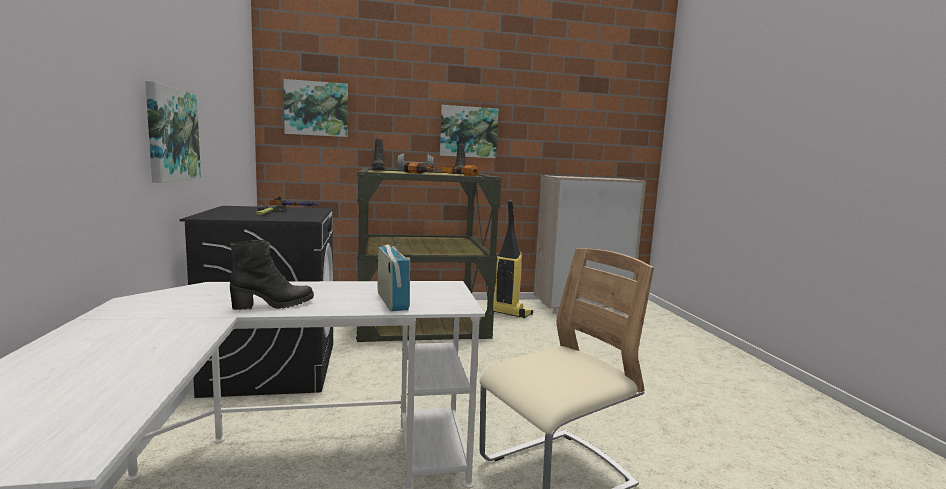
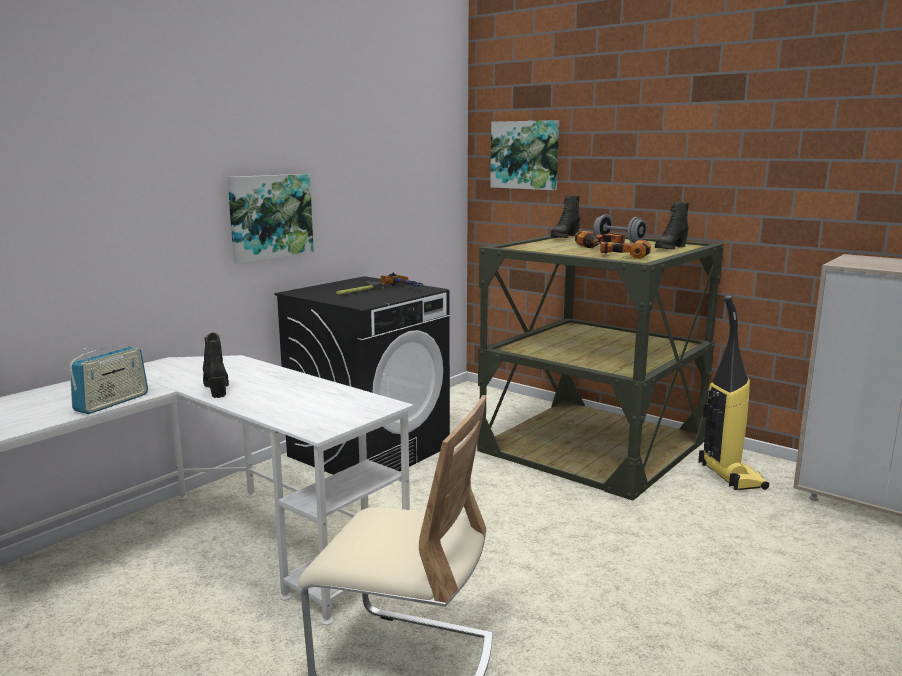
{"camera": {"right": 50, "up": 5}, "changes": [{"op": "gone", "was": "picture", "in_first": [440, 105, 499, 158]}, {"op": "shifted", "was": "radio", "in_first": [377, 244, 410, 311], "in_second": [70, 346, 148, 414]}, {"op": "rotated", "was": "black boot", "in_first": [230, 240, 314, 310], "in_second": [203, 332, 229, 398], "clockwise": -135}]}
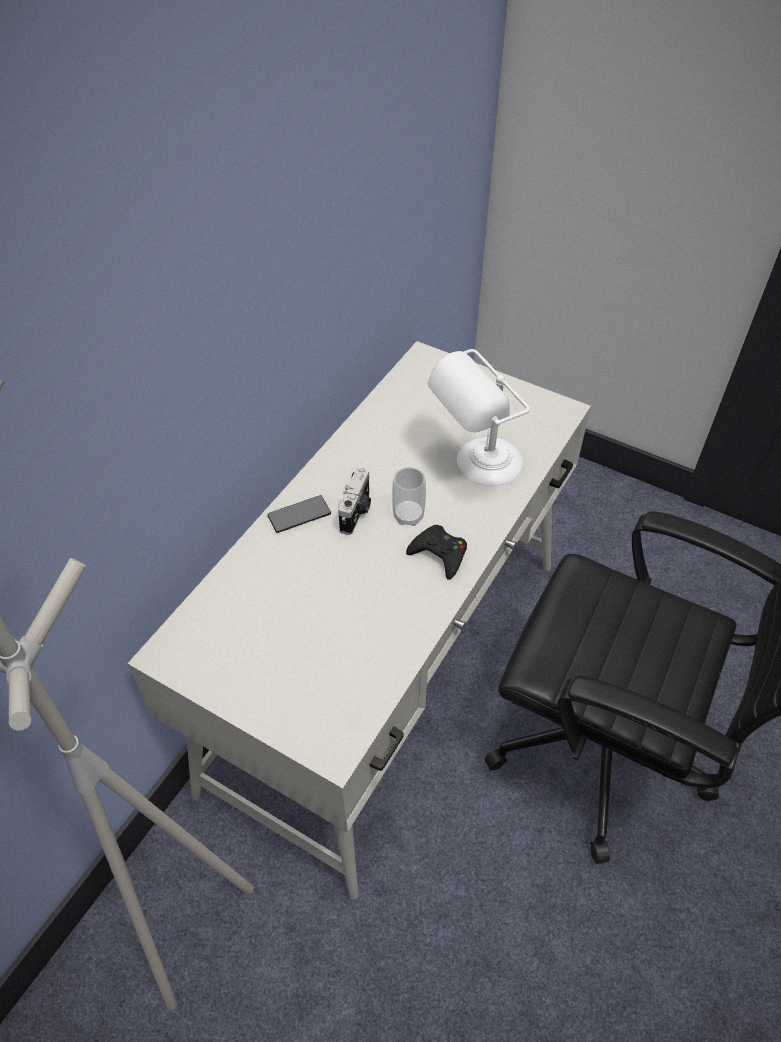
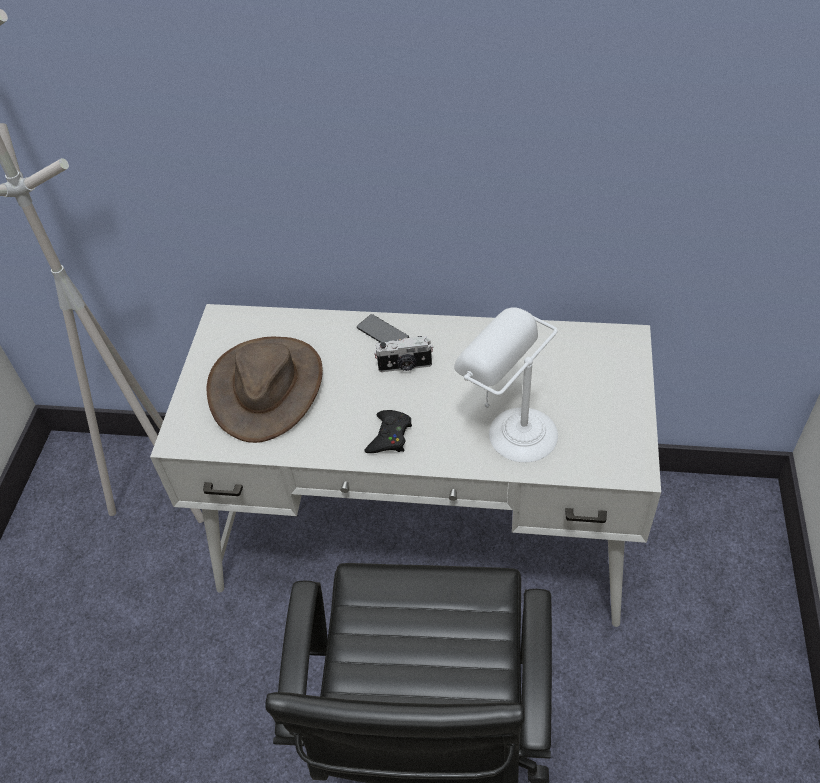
{"camera": {"right": 70, "up": 0}, "changes": [{"op": "gone", "was": "cup", "in_first": [392, 467, 426, 526]}, {"op": "new", "now": "brown hat", "in_second": [207, 337, 323, 443]}]}
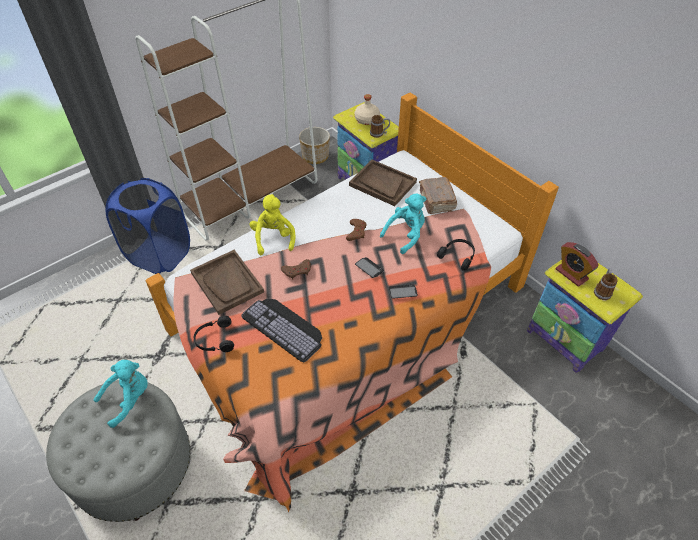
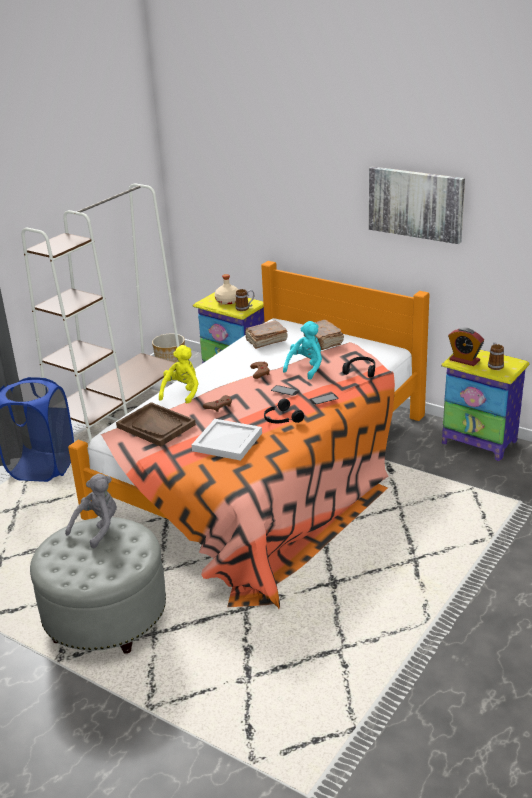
{"camera": {"right": -15, "up": -20}, "changes": [{"op": "new", "now": "picture", "in_second": [369, 167, 465, 244]}, {"op": "shifted", "was": "black headphones", "in_first": [194, 316, 234, 352], "in_second": [264, 399, 304, 423]}, {"op": "swapped", "was": "keyboard", "now": "white tray", "in_first": [241, 299, 322, 362], "in_second": [191, 419, 262, 461]}, {"op": "swapped", "was": "brown tray", "now": "brown book", "in_first": [349, 160, 417, 206], "in_second": [245, 320, 288, 349]}, {"op": "repainted", "was": "turquoise plush toy", "now": "grey plush toy", "in_first": [93, 360, 148, 428], "in_second": [65, 473, 117, 548]}, {"op": "rotated", "was": "yellow plush toy", "in_first": [249, 194, 296, 255], "in_second": [159, 345, 199, 403], "clockwise": 45}]}
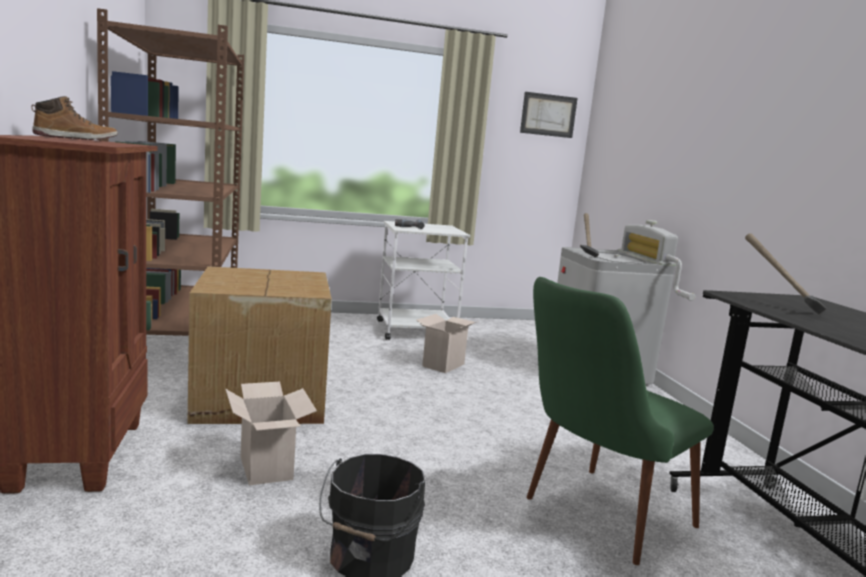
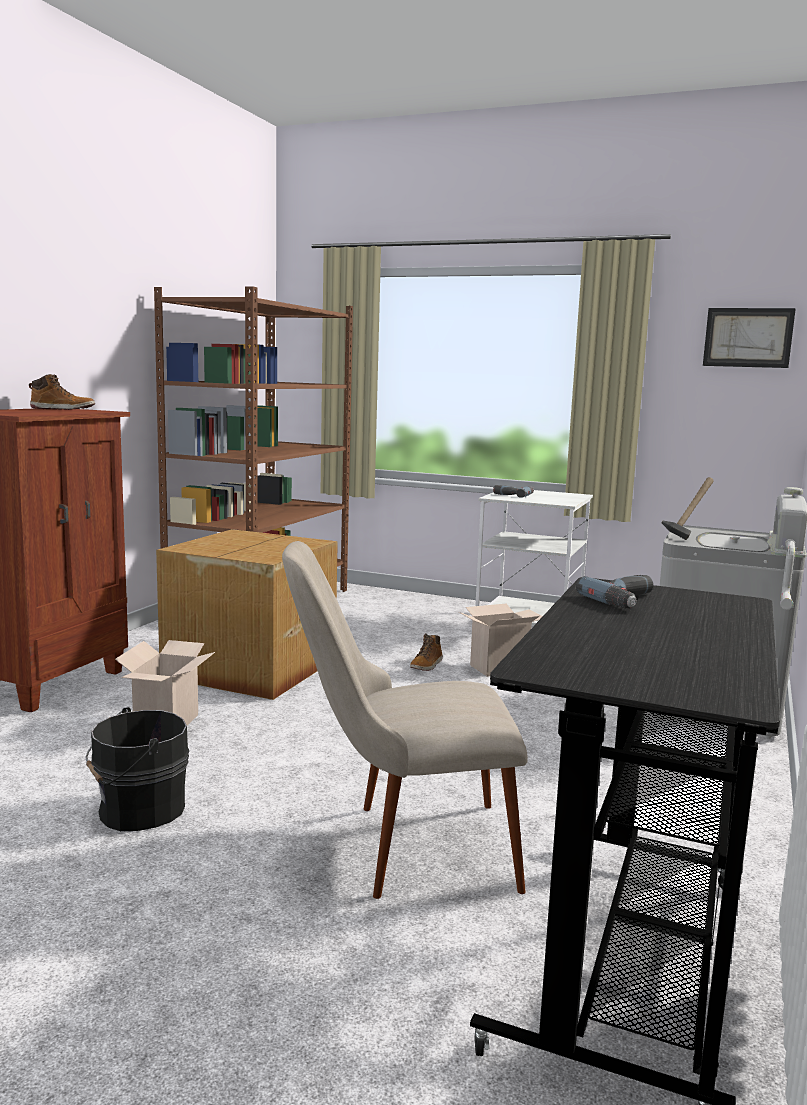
{"camera": {"right": 35, "up": 0}, "changes": [{"op": "new", "now": "boot", "in_second": [410, 633, 443, 671]}, {"op": "swapped", "was": "hammer", "now": "power drill", "in_first": [745, 233, 826, 314], "in_second": [576, 575, 653, 609]}, {"op": "repainted", "was": "green chair", "now": "beige chair", "in_first": [527, 277, 714, 565], "in_second": [282, 541, 528, 899]}]}
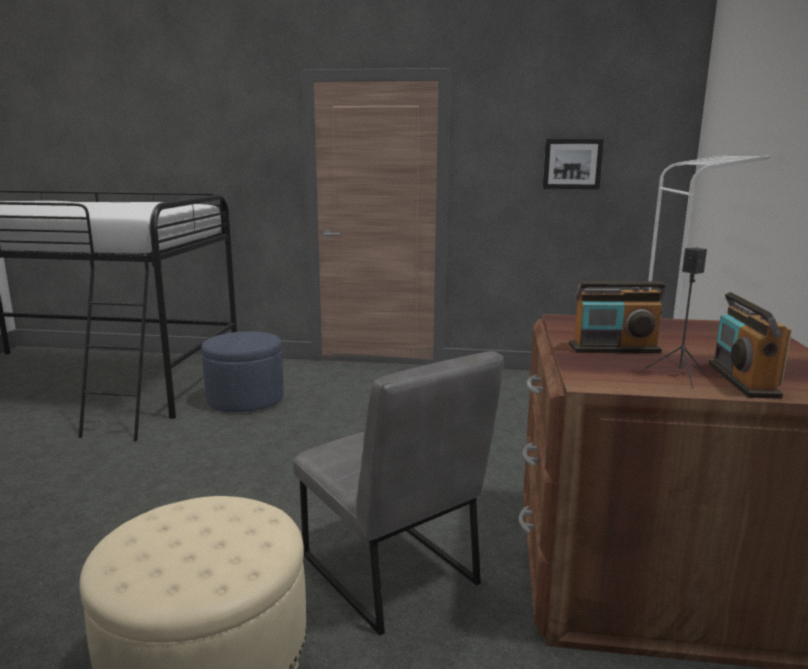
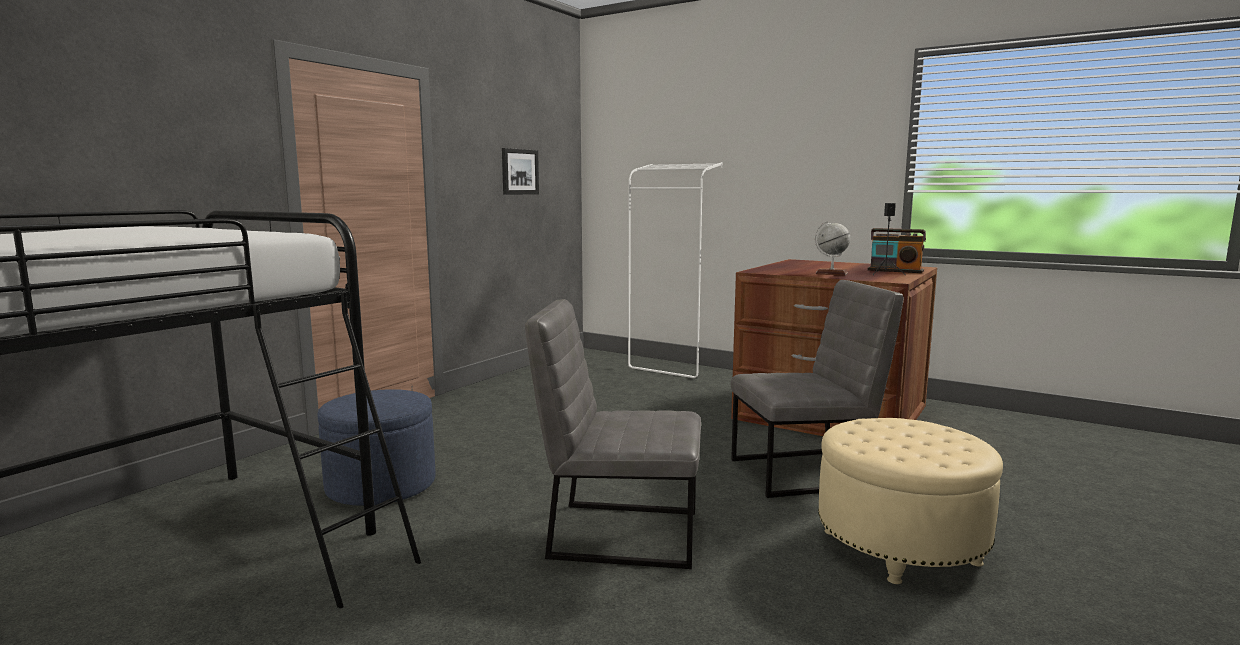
{"camera": {"right": -65, "up": -5}, "changes": [{"op": "new", "now": "grey chair", "in_second": [525, 299, 701, 569]}, {"op": "swapped", "was": "radio", "now": "globe", "in_first": [569, 281, 666, 353], "in_second": [815, 221, 850, 276]}]}
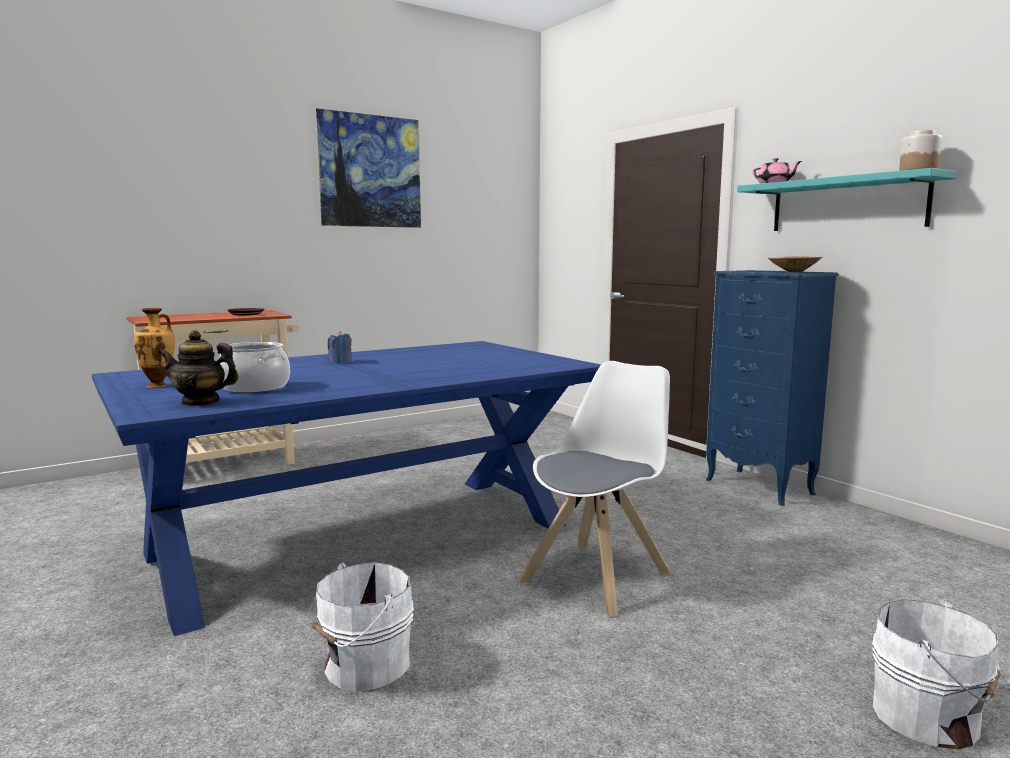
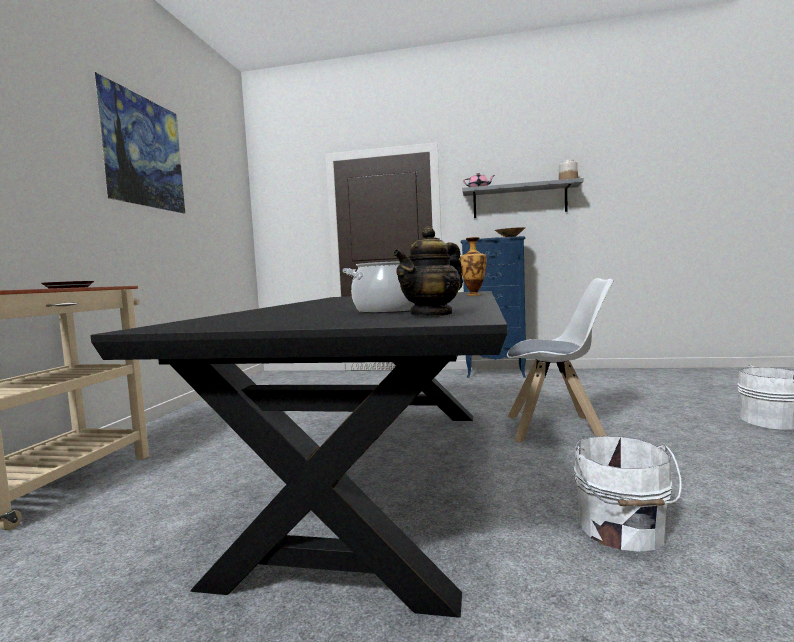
{"camera": {"right": -45, "up": -5}, "changes": [{"op": "gone", "was": "blue candle", "in_first": [328, 331, 352, 364]}, {"op": "shifted", "was": "vase", "in_first": [134, 308, 175, 388], "in_second": [460, 237, 487, 296]}, {"op": "repainted", "was": "blue dining table", "now": "black dining table", "in_first": [92, 341, 601, 636], "in_second": [90, 291, 507, 618]}, {"op": "repainted", "was": "turquoise shelf", "now": "grey shelf", "in_first": [737, 168, 957, 231], "in_second": [462, 178, 583, 218]}, {"op": "rotated", "was": "chair", "in_first": [519, 361, 670, 617], "in_second": [507, 278, 614, 442], "clockwise": 105}]}
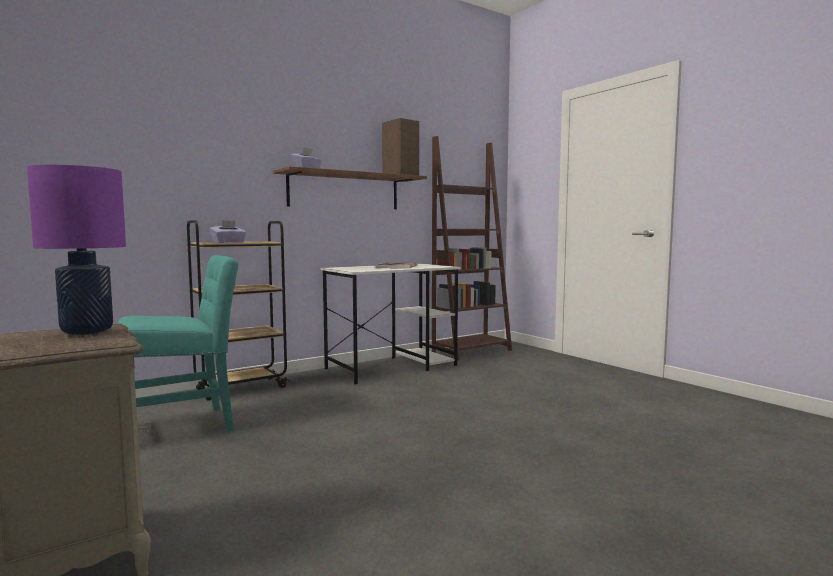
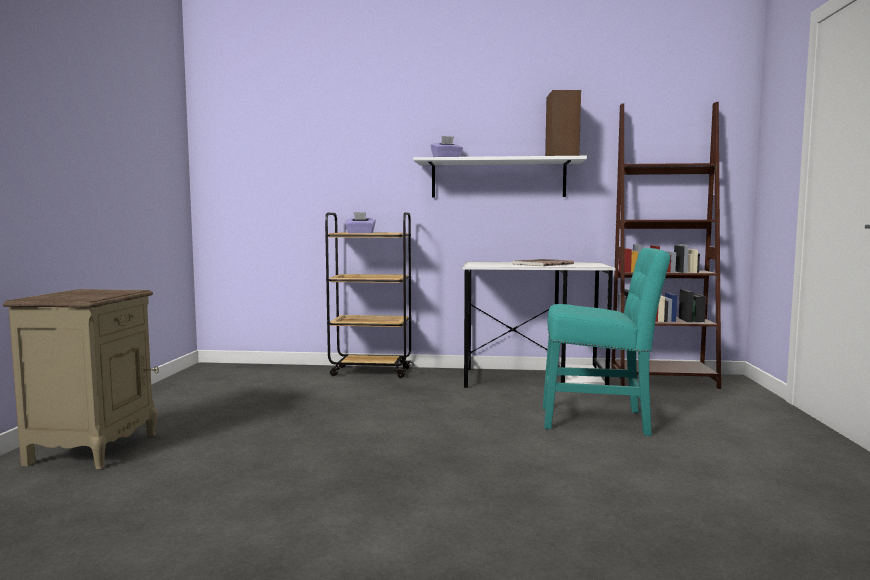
{"camera": {"right": 40, "up": 0}, "changes": [{"op": "gone", "was": "purple table lamp", "in_first": [27, 164, 126, 335]}, {"op": "shifted", "was": "turquoise chair", "in_first": [117, 255, 238, 431], "in_second": [543, 248, 671, 436]}, {"op": "repainted", "was": "brown shelf", "now": "white shelf", "in_first": [273, 166, 427, 209], "in_second": [413, 156, 587, 198]}]}
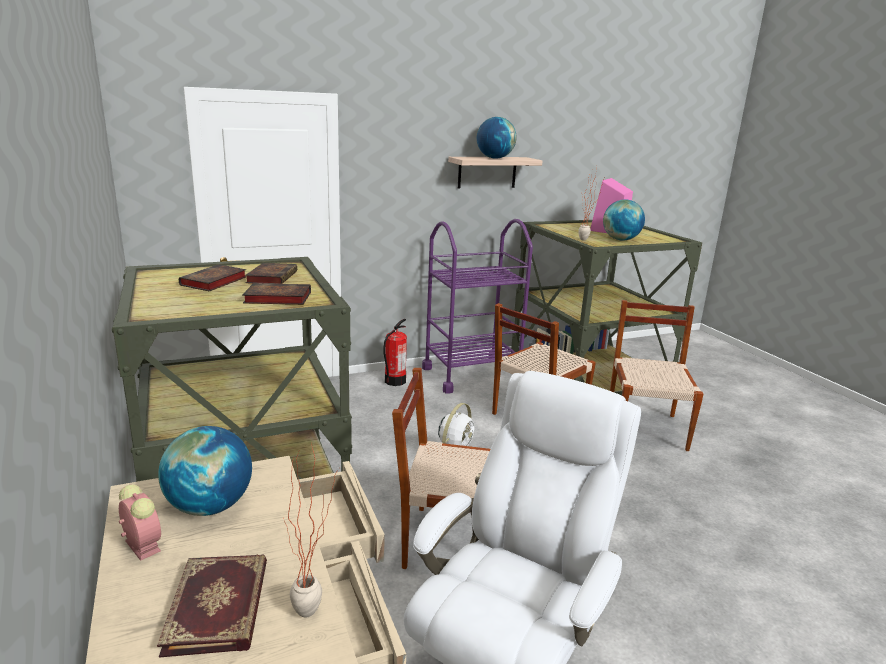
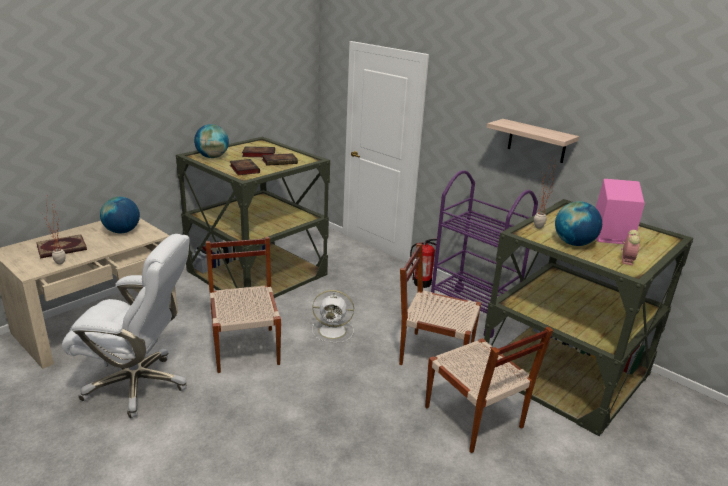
{"camera": {"right": 65, "up": 5}, "changes": [{"op": "shifted", "was": "alarm clock", "in_first": [119, 484, 161, 561], "in_second": [621, 230, 640, 266]}, {"op": "shifted", "was": "globe", "in_first": [477, 117, 517, 159], "in_second": [194, 124, 229, 158]}, {"op": "rotated", "was": "chair", "in_first": [610, 300, 703, 451], "in_second": [425, 327, 553, 453], "clockwise": 75}]}
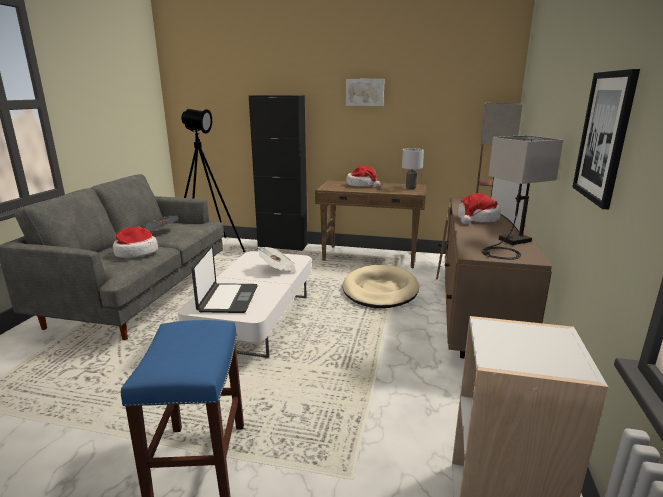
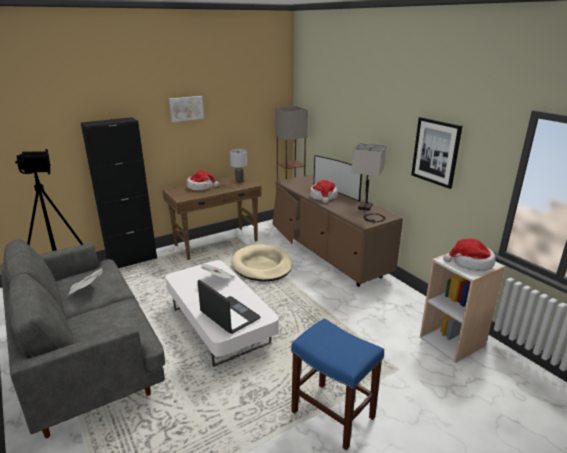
{"camera": {"right": -45, "up": 5}, "changes": [{"op": "shifted", "was": "hat", "in_first": [113, 226, 158, 258], "in_second": [443, 239, 495, 271]}]}
